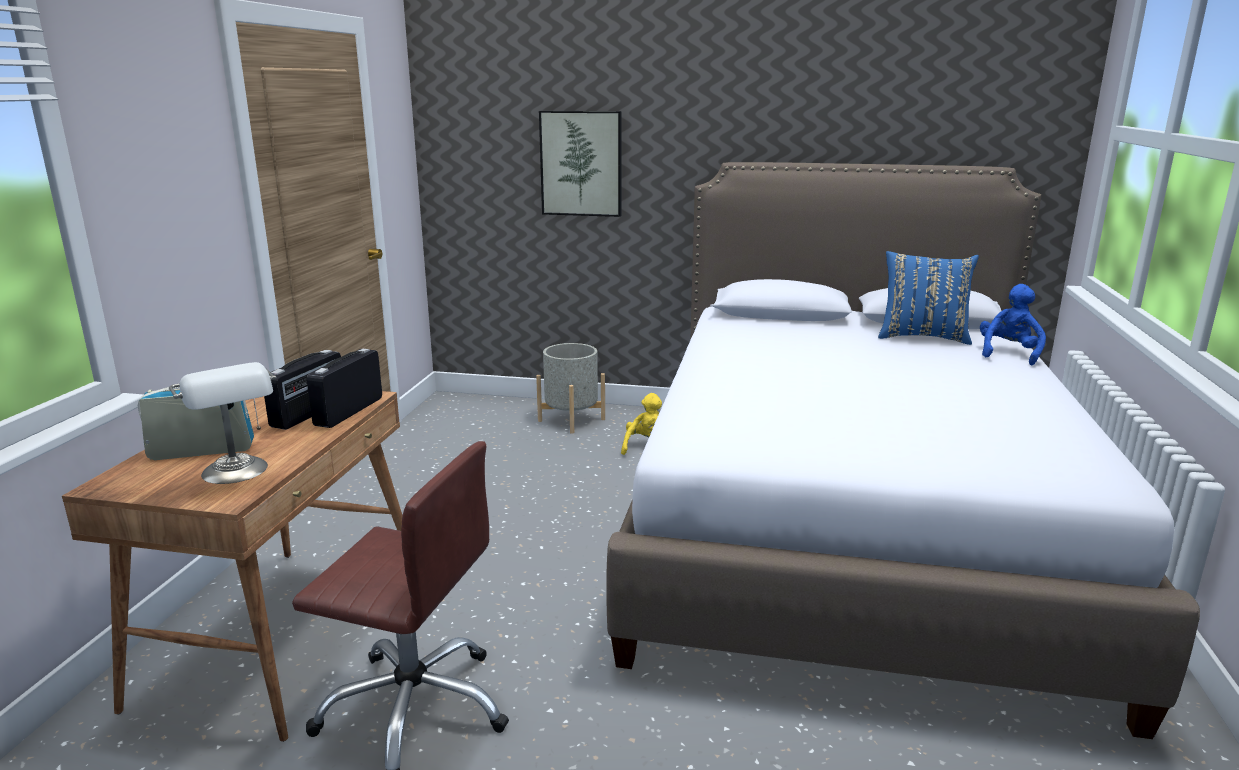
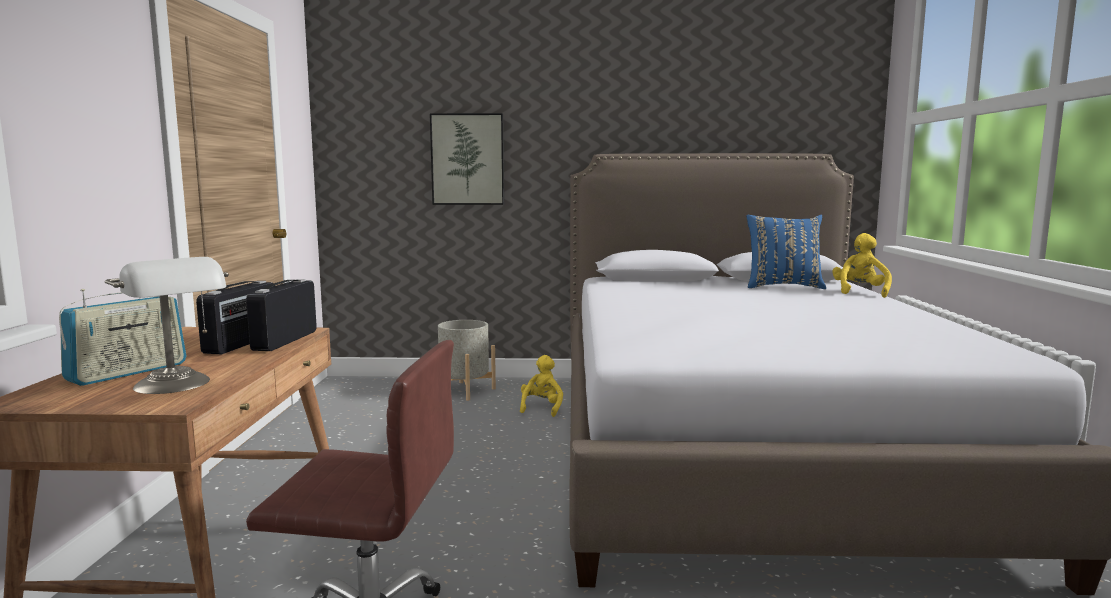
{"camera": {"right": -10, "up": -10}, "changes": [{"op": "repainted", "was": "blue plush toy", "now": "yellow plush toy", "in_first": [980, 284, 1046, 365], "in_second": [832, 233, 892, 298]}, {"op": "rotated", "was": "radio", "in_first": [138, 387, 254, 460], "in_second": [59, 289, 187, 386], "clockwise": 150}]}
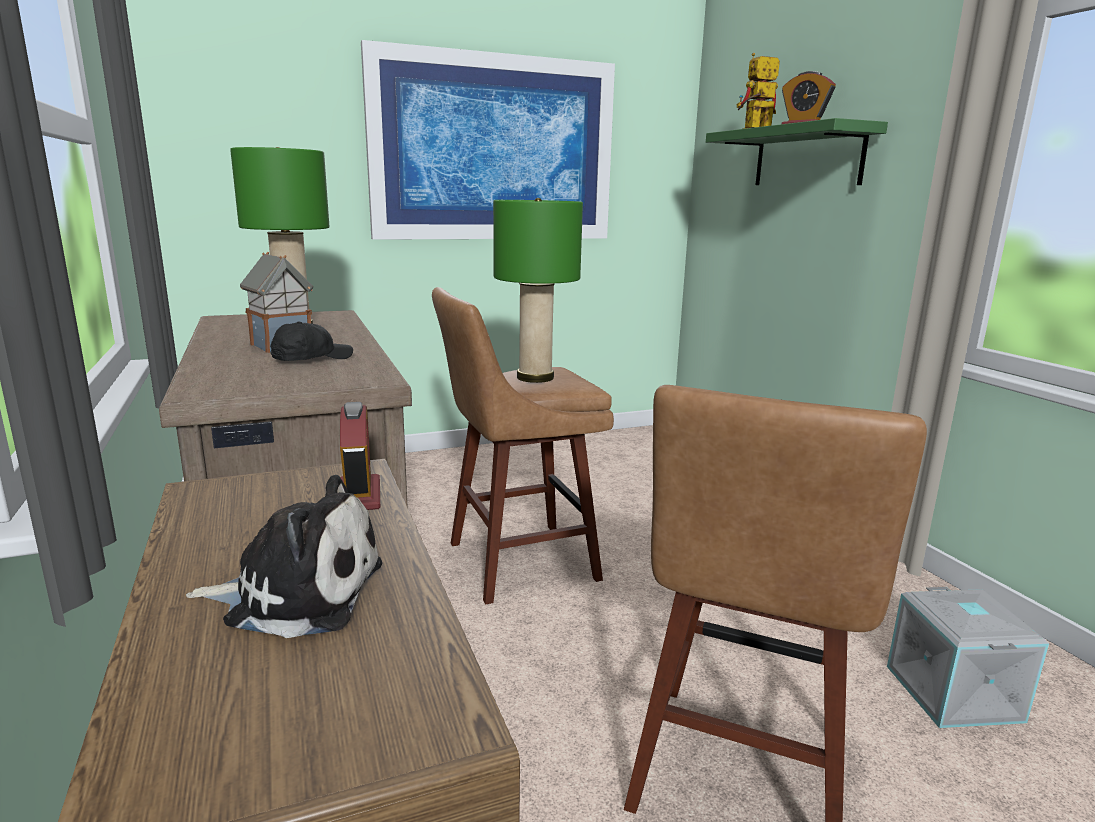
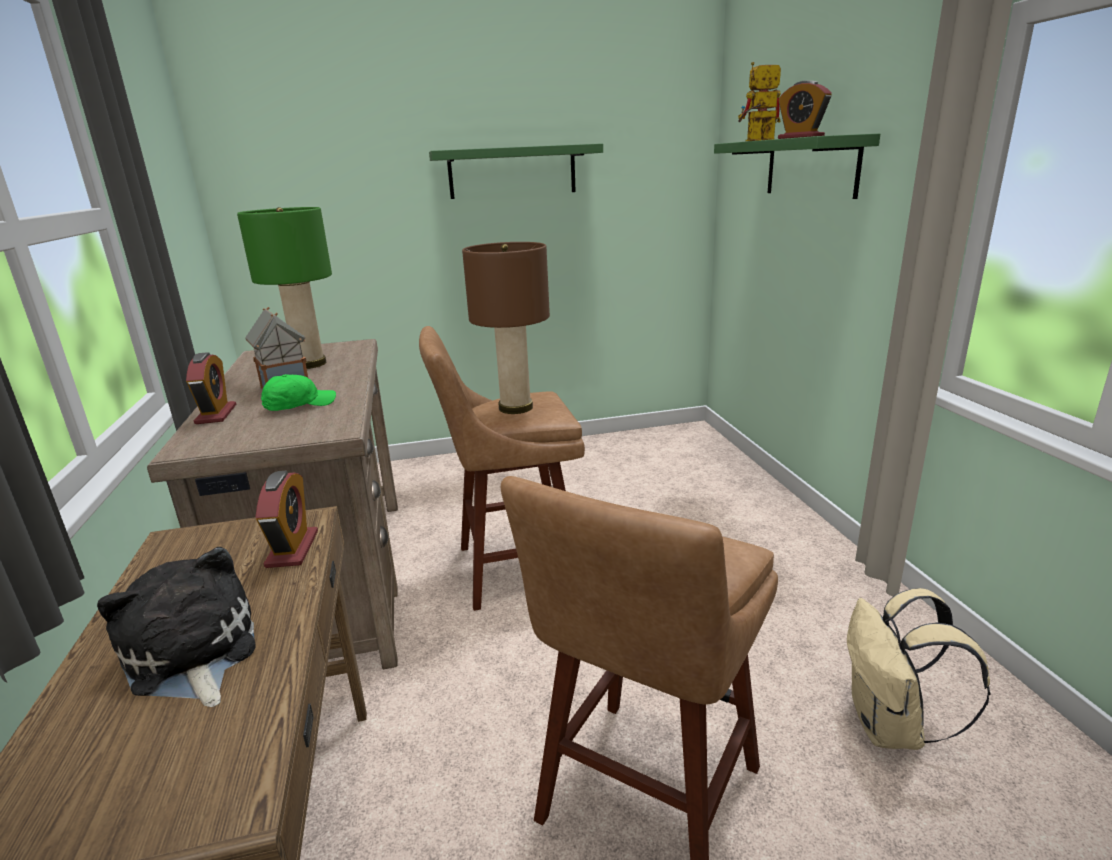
{"camera": {"right": 10, "up": 5}, "changes": [{"op": "new", "now": "alarm clock", "in_second": [186, 352, 236, 424]}, {"op": "swapped", "was": "picture", "now": "green shelf", "in_first": [361, 40, 615, 240], "in_second": [429, 143, 603, 199]}, {"op": "swapped", "was": "grey storage box", "now": "beige backpack", "in_first": [887, 587, 1049, 728], "in_second": [847, 588, 990, 750]}, {"op": "repainted", "was": "black cap", "now": "green cap", "in_first": [270, 322, 353, 361], "in_second": [261, 374, 336, 411]}, {"op": "repainted", "was": "green table lamp", "now": "brown table lamp", "in_first": [493, 198, 583, 383], "in_second": [462, 242, 550, 414]}, {"op": "rotated", "was": "plush toy", "in_first": [186, 475, 382, 638], "in_second": [97, 547, 256, 707], "clockwise": -135}]}
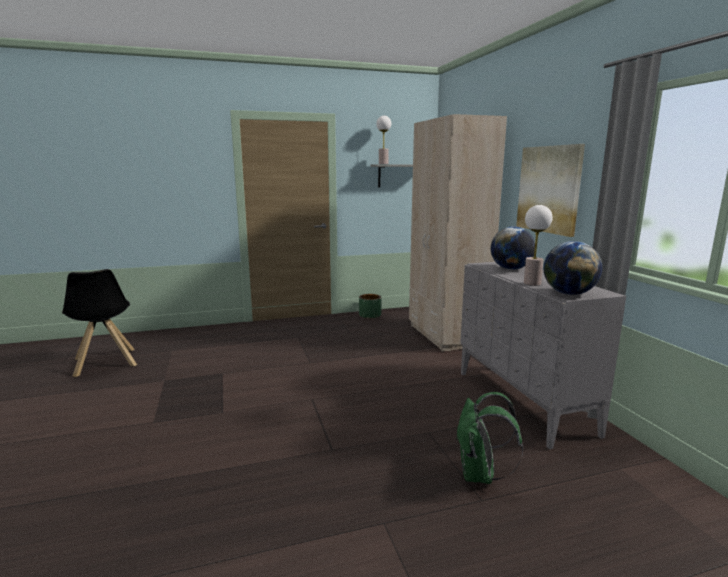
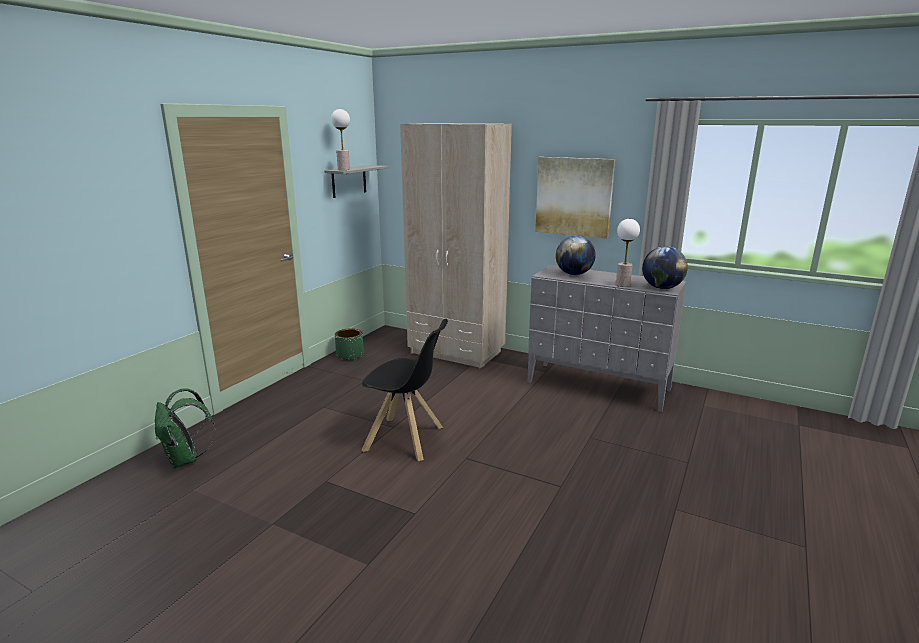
{"camera": {"right": -45, "up": 5}, "changes": [{"op": "shifted", "was": "black chair", "in_first": [62, 269, 137, 377], "in_second": [362, 319, 448, 461]}, {"op": "shifted", "was": "green backpack", "in_first": [456, 392, 523, 484], "in_second": [155, 388, 215, 468]}]}
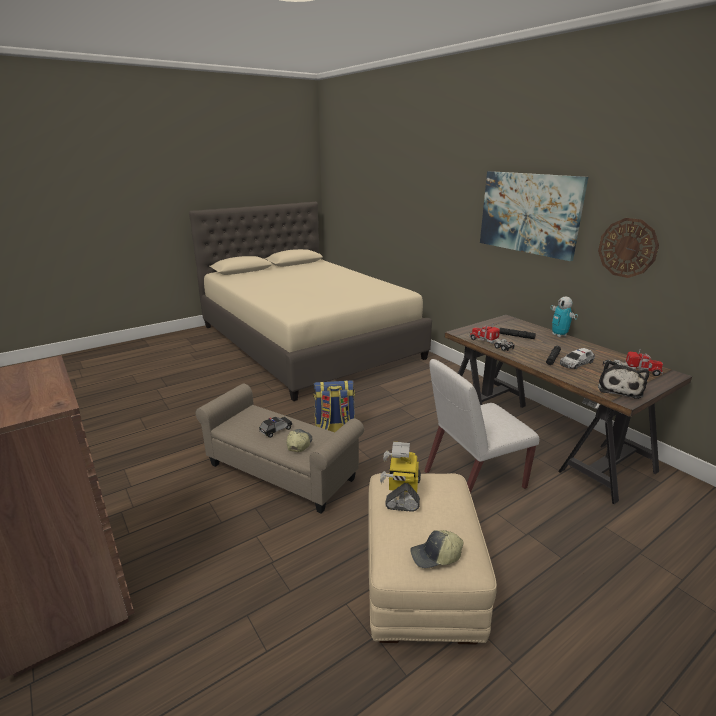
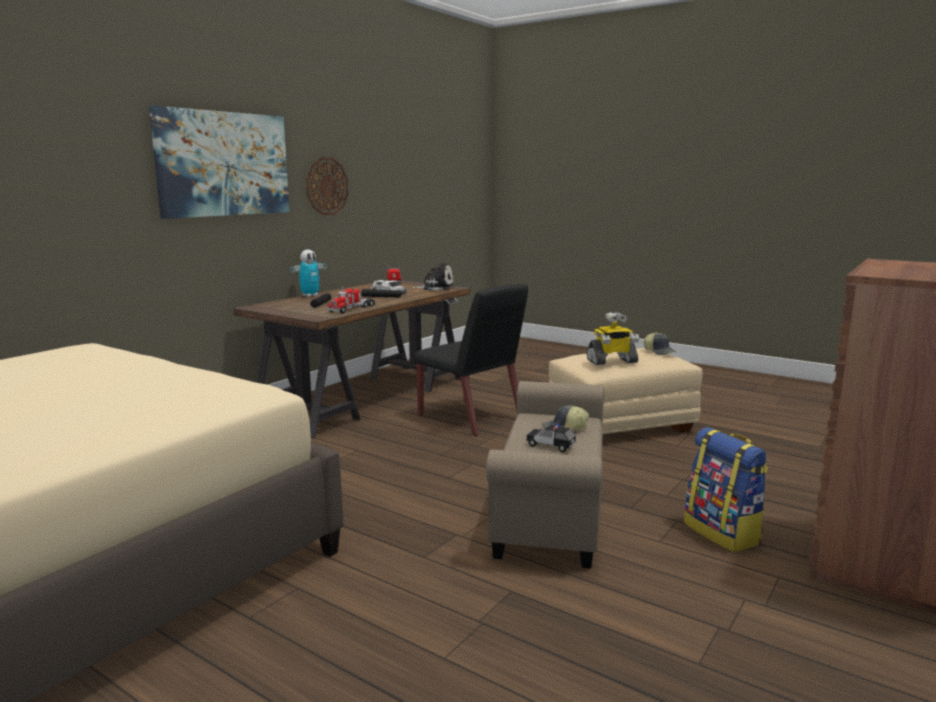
{"camera": {"right": -110, "up": -10}, "changes": [{"op": "shifted", "was": "backpack", "in_first": [313, 380, 355, 432], "in_second": [684, 427, 768, 552]}, {"op": "repainted", "was": "white chair", "now": "black chair", "in_first": [424, 359, 539, 493], "in_second": [414, 284, 528, 436]}]}
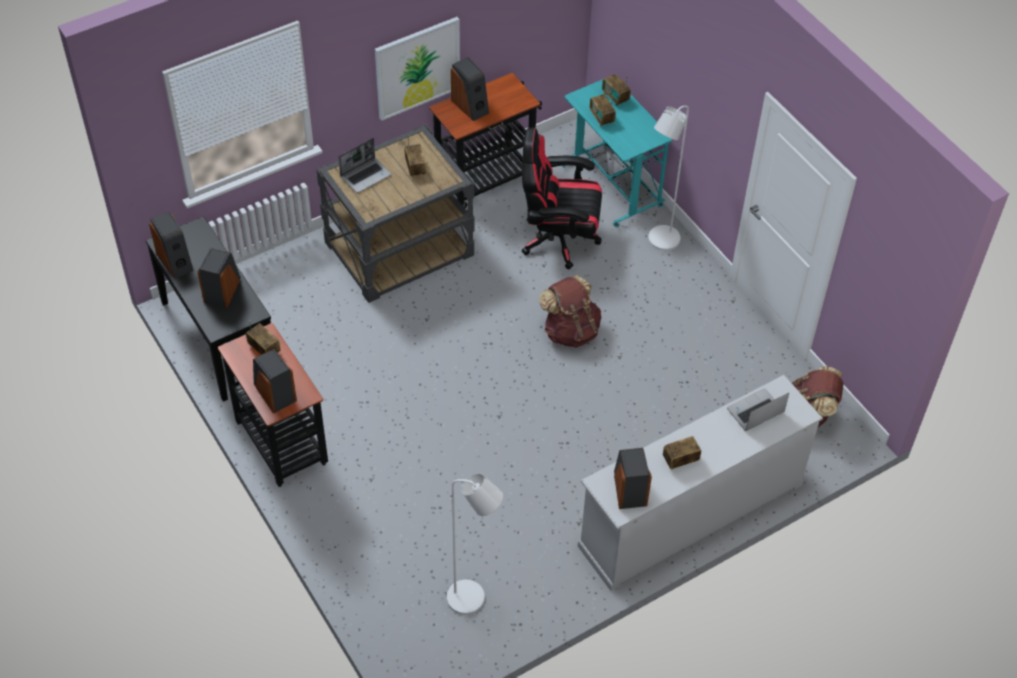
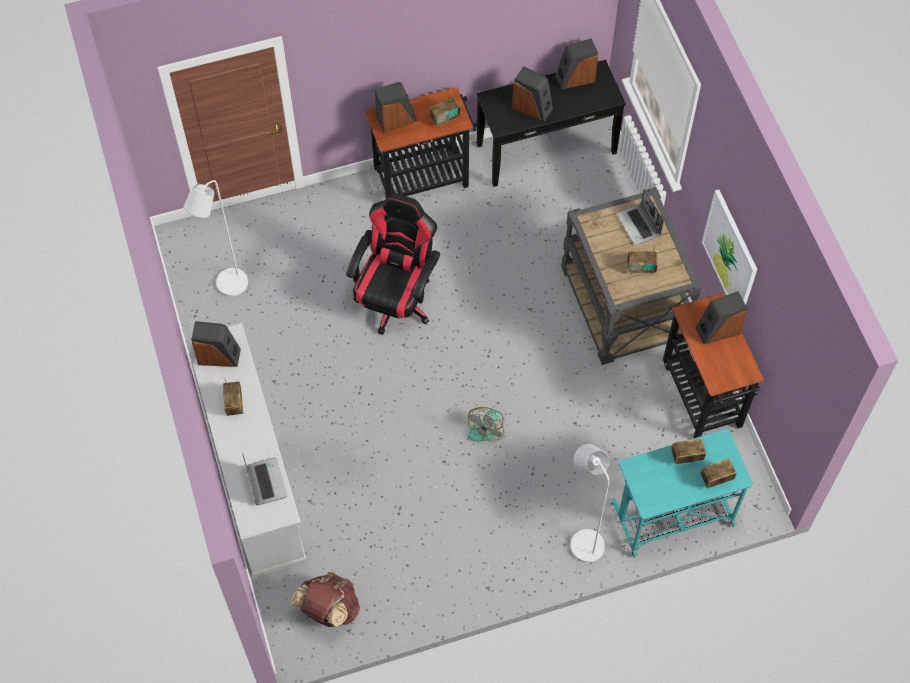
{"camera": {"right": 105, "up": 10}, "changes": [{"op": "shifted", "was": "black office chair", "in_first": [522, 127, 602, 269], "in_second": [346, 193, 440, 335]}, {"op": "swapped", "was": "brown backpack", "now": "fan", "in_first": [539, 275, 602, 348], "in_second": [468, 407, 504, 442]}]}
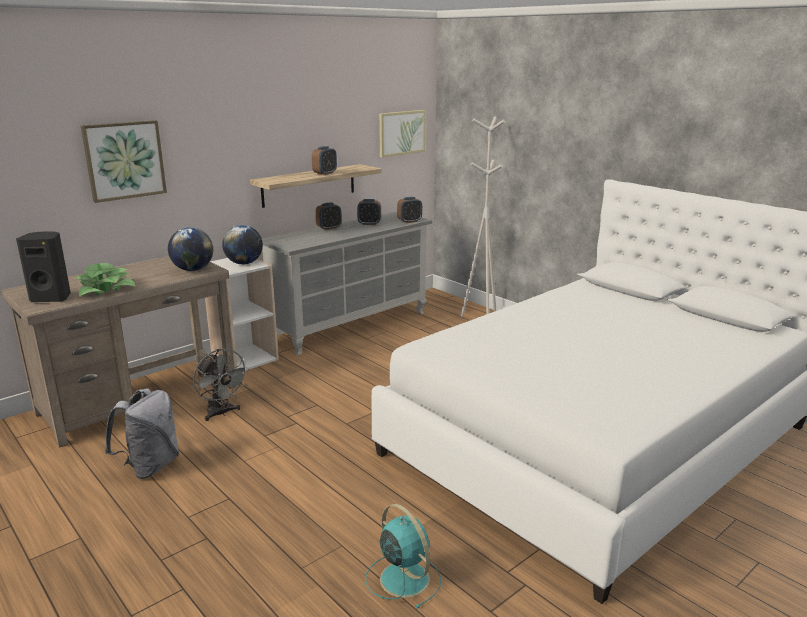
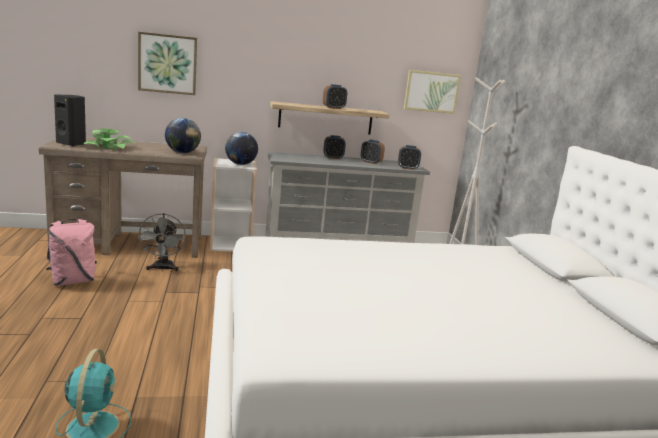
{"camera": {"right": 30, "up": -5}, "changes": [{"op": "repainted", "was": "grey backpack", "now": "pink backpack", "in_first": [105, 388, 179, 479], "in_second": [46, 219, 97, 286]}]}
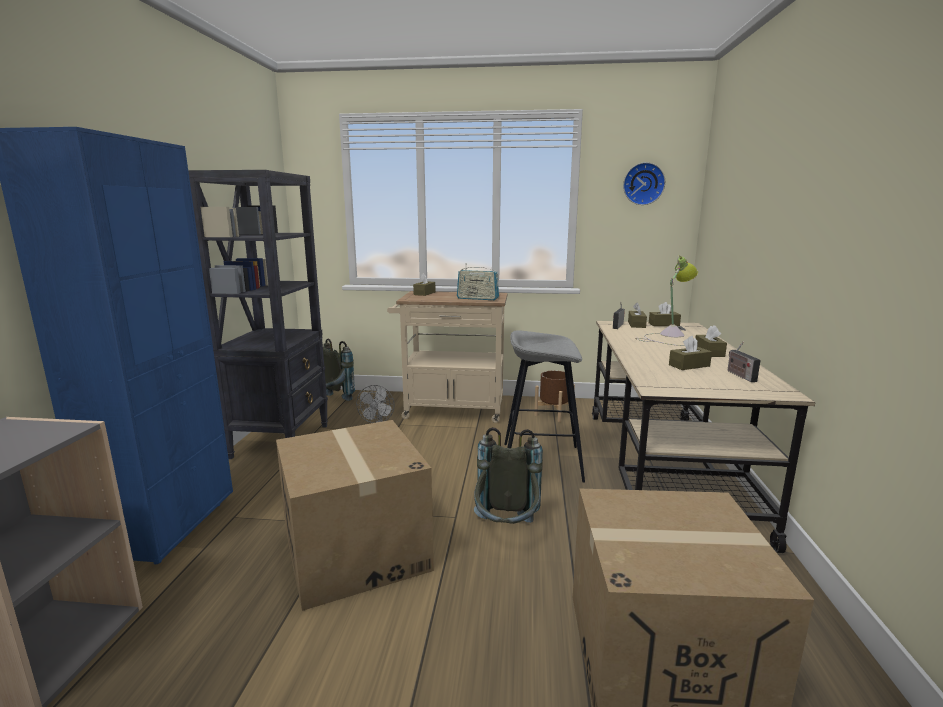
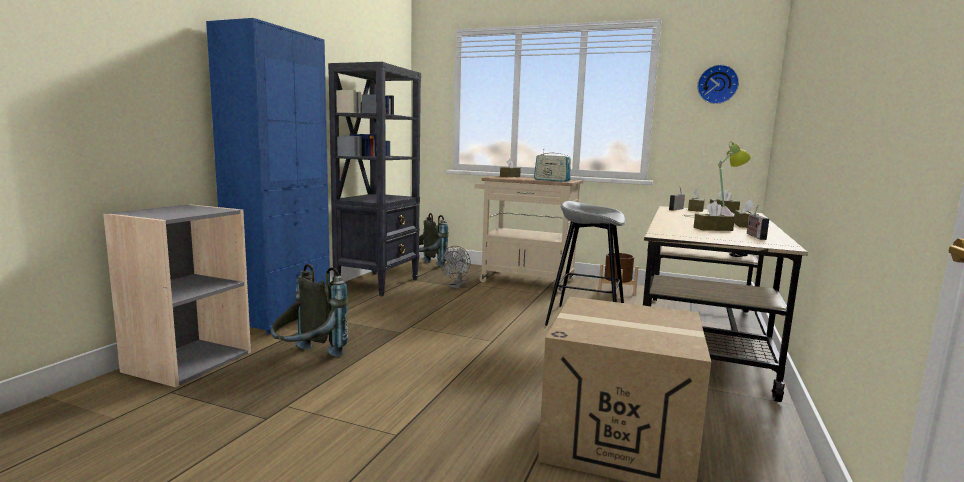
{"camera": {"right": 15, "up": -5}, "changes": [{"op": "gone", "was": "cardboard box", "in_first": [276, 420, 434, 611]}, {"op": "shifted", "was": "grey backpack", "in_first": [474, 427, 543, 524], "in_second": [271, 264, 348, 357]}]}
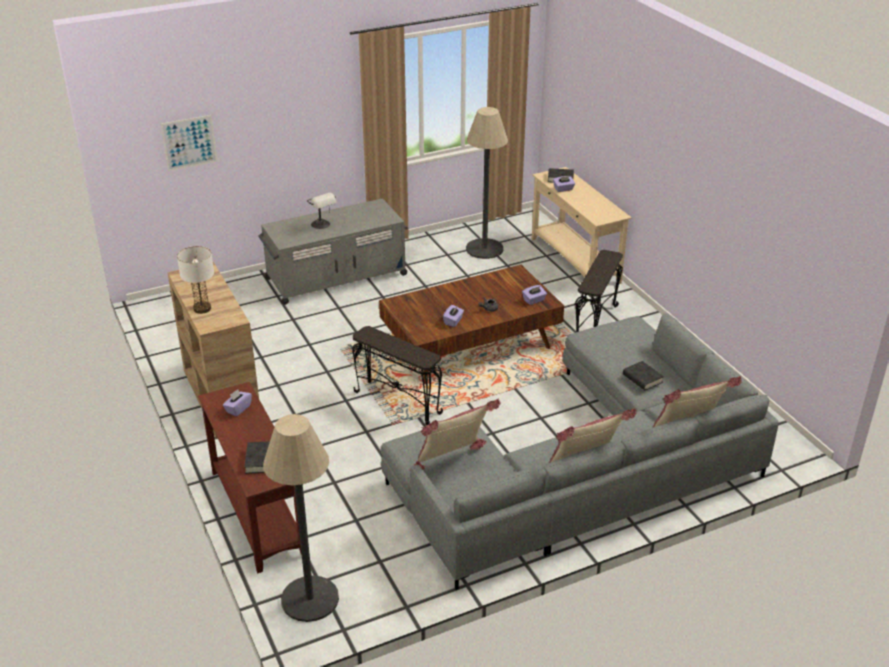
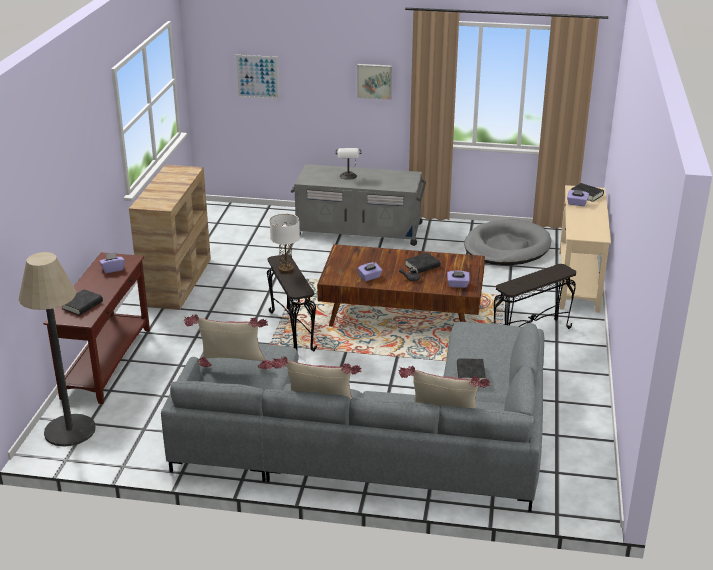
{"camera": {"right": 35, "up": -5}, "changes": [{"op": "new", "now": "picture", "in_second": [357, 64, 392, 100]}, {"op": "new", "now": "black book", "in_second": [405, 253, 440, 273]}, {"op": "shifted", "was": "table lamp", "in_first": [177, 246, 214, 314], "in_second": [270, 214, 300, 274]}, {"op": "swapped", "was": "floor lamp", "now": "grey dog bed", "in_first": [466, 107, 508, 259], "in_second": [464, 219, 551, 265]}]}
